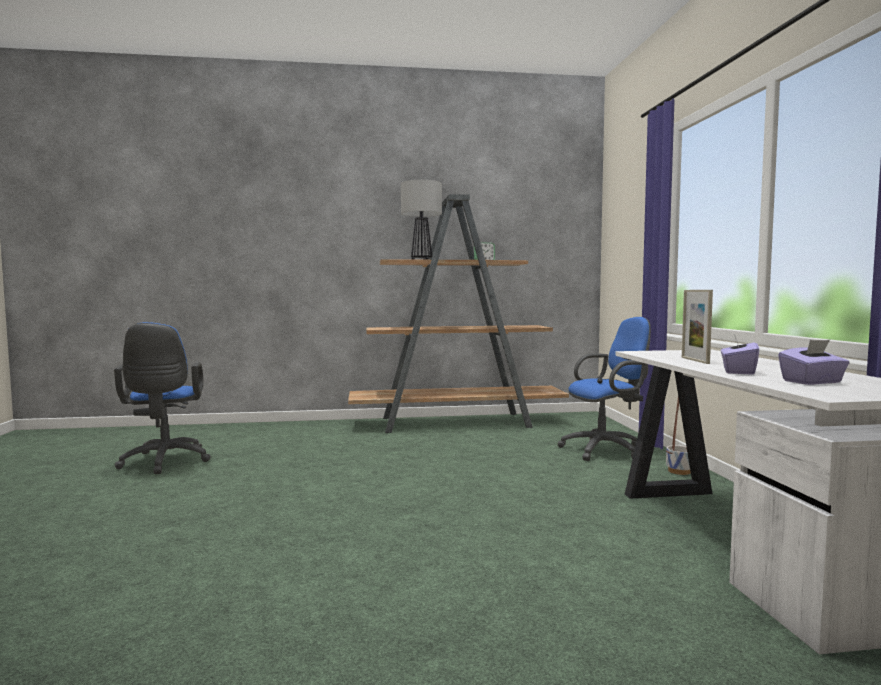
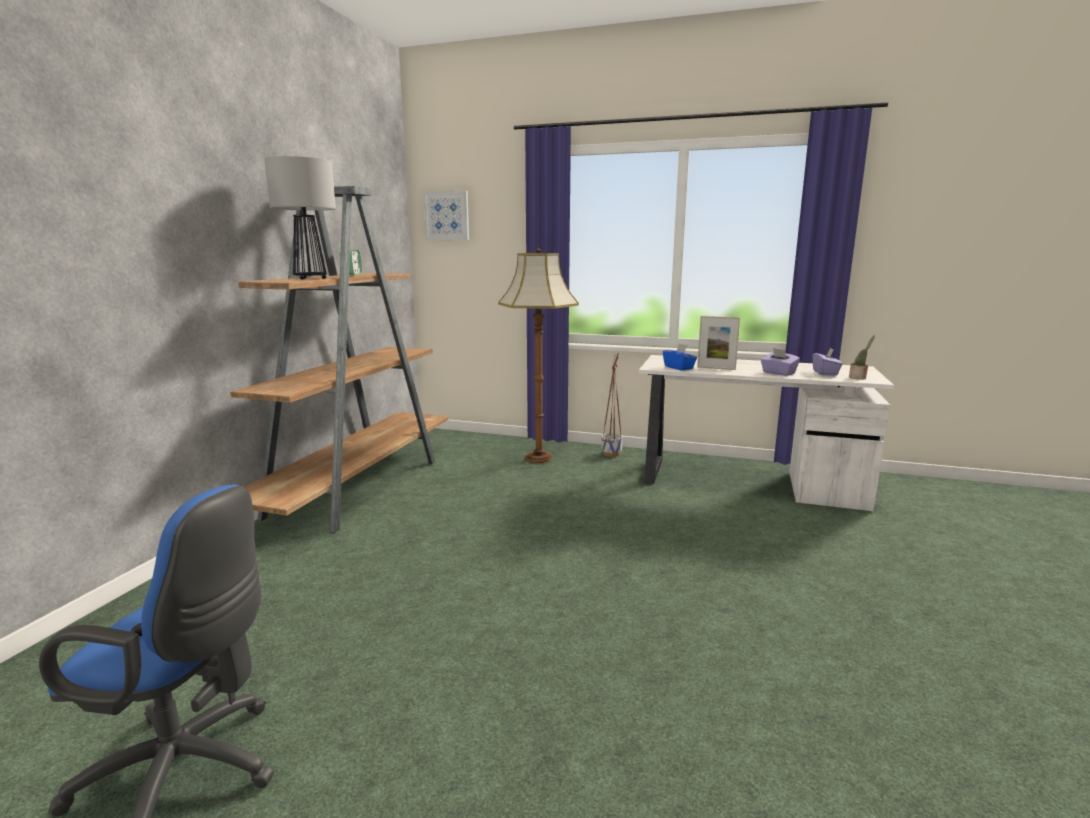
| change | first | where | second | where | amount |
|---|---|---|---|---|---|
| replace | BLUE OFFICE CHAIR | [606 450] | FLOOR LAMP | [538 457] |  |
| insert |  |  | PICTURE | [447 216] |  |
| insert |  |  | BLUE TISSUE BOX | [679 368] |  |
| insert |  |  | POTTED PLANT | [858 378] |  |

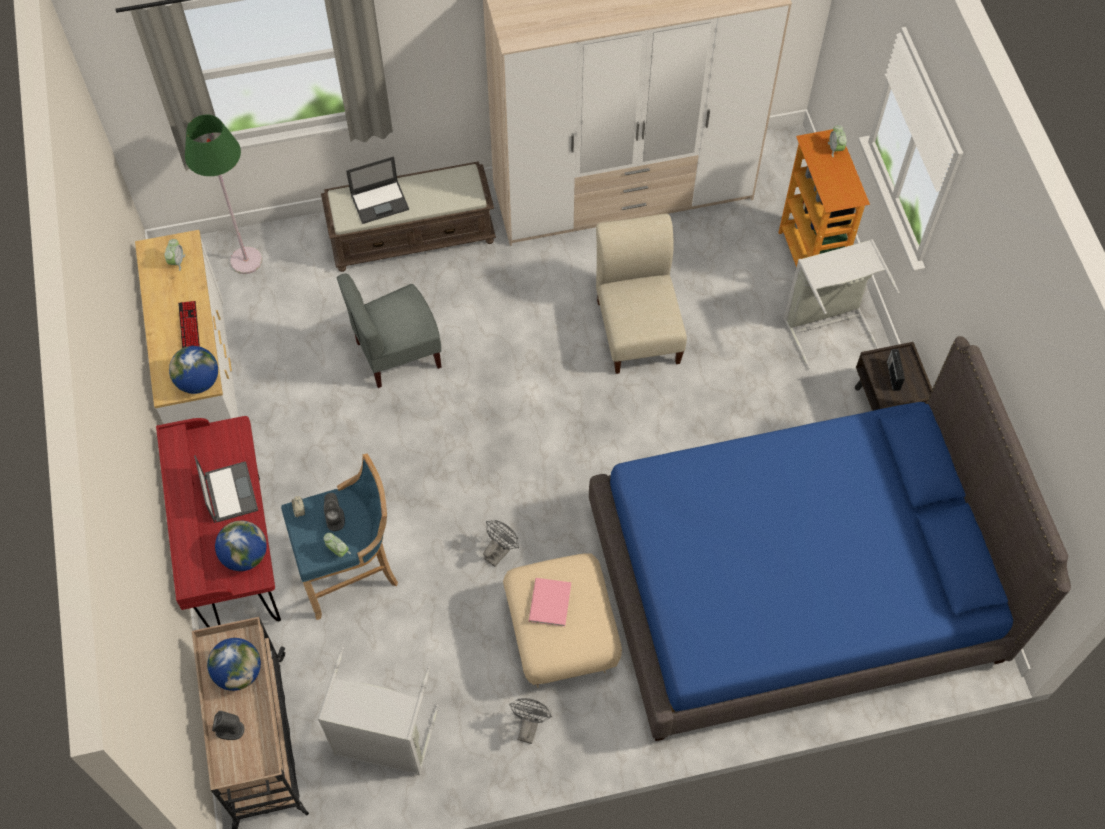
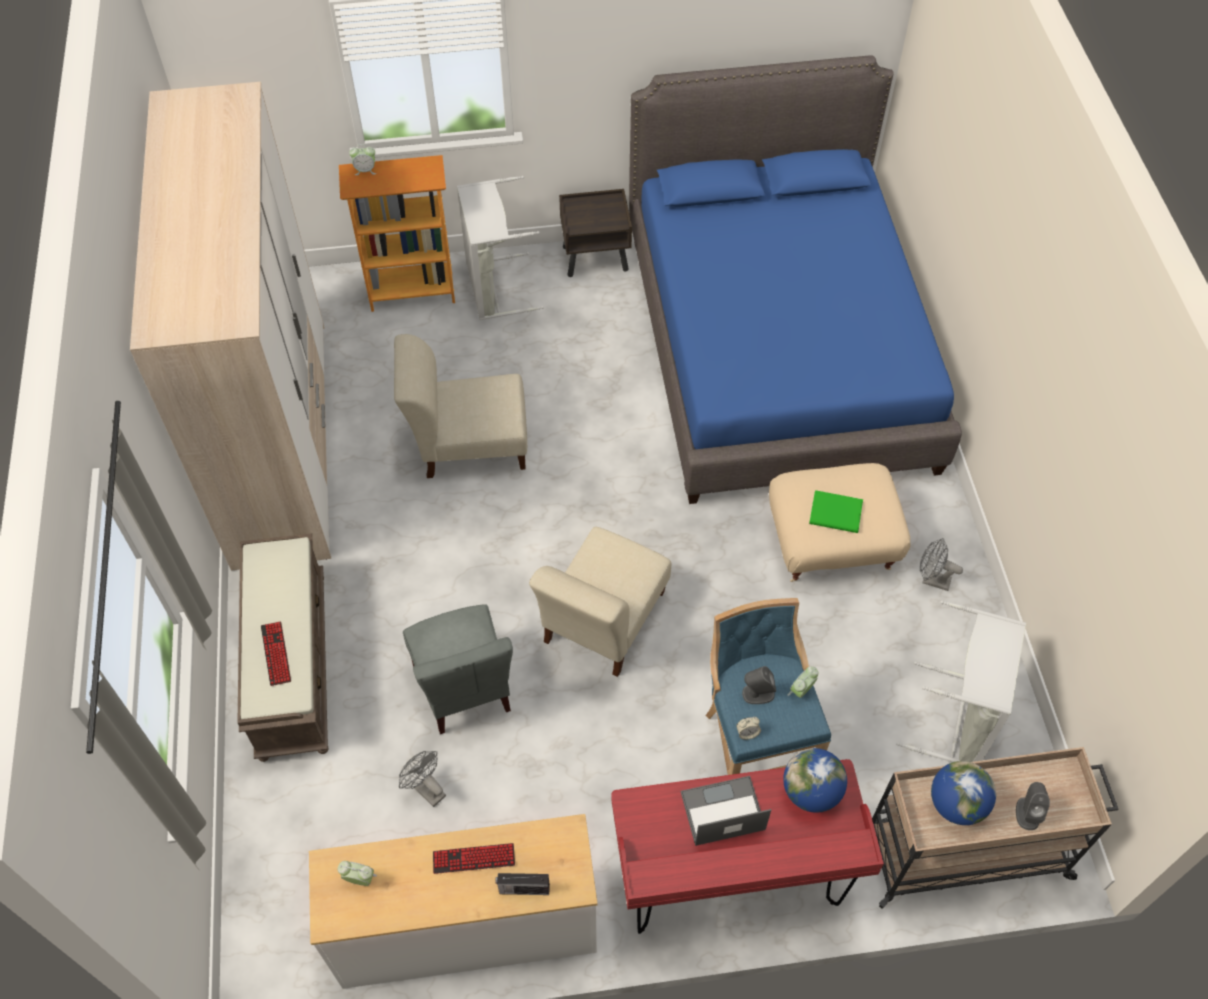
| change | first | where | second | where | amount |
|---|---|---|---|---|---|
| delete | GLOBE | [198 381] |  |  |  |
| delete | GREEN FLOOR LAMP | [246 260] |  |  |  |
| replace | LAPTOP | [380 201] | KEYBOARD | [276 654] |  |
| move | GREY FAN | [499 551] |  | [426 789] |  |
| recolor | PINK BOOK | [548 604] | GREEN BOOK | [837 514] |  |
| move | RADIO | [893 375] |  | [523 889] |  |
| insert |  |  | BEIGE CHAIR | [602 622] |  |

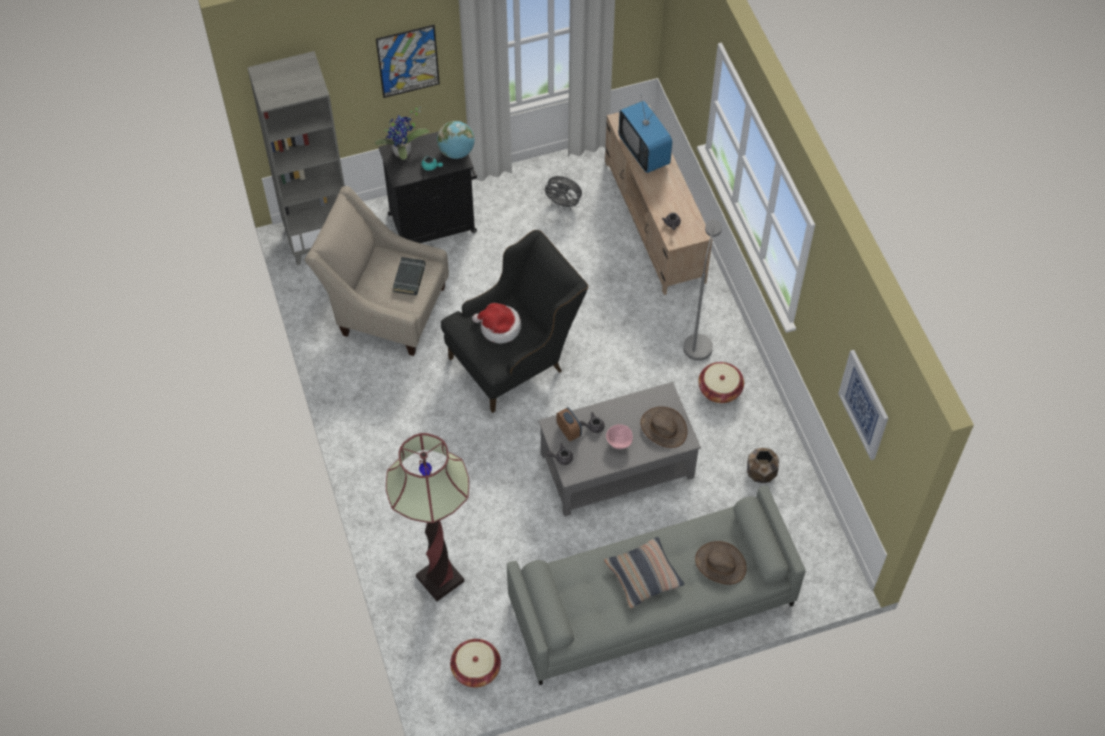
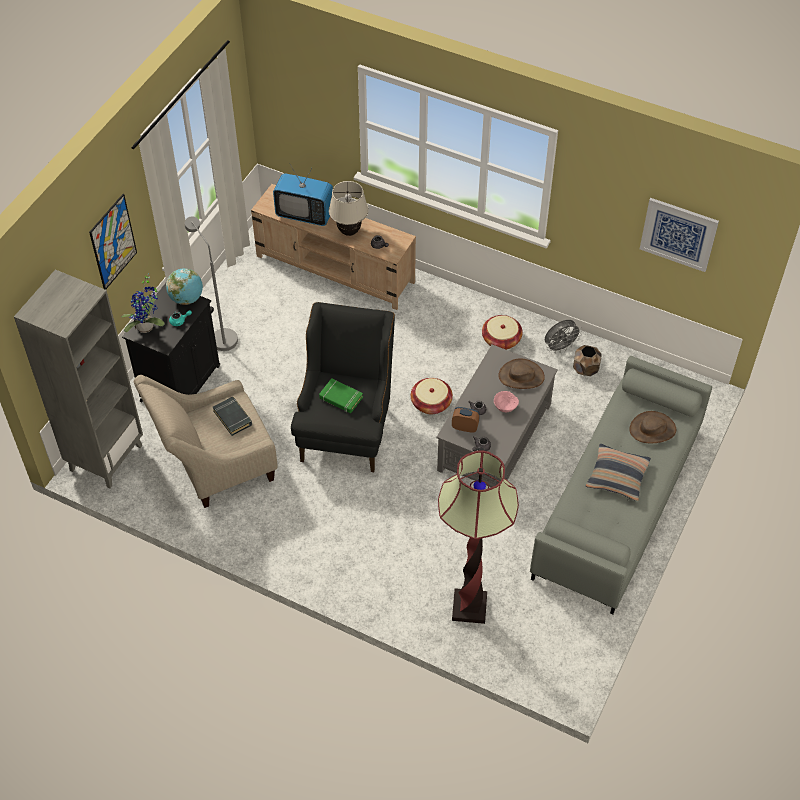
| change | first | where | second | where | amount |
|---|---|---|---|---|---|
| move | BASKET | [476 668] |  | [431 403] |  |
| replace | HAT | [499 327] | GREEN BOOK | [341 398] |  |
| move | GREY FAN | [563 204] |  | [560 347] |  |
| move | GREY FLOOR LAMP | [698 341] |  | [220 336] |  |
| insert |  |  | BEIGE TABLE LAMP | [349 232] |  |

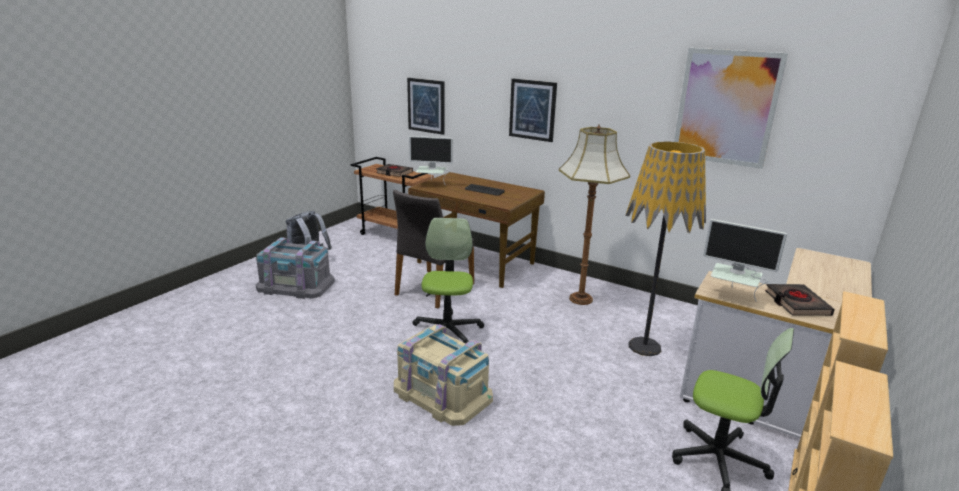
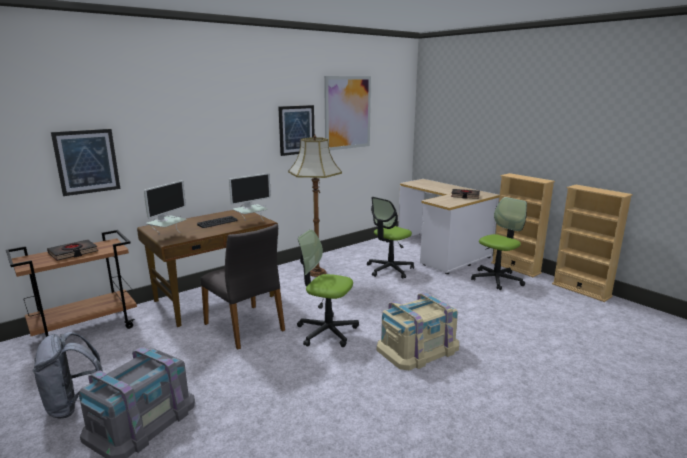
| change | first | where | second | where | amount |
|---|---|---|---|---|---|
| move | PICTURE | [532 110] |  | [296 130] |  |
| replace | FLOOR LAMP | [644 346] | OFFICE CHAIR | [389 269] |  |
| move | MONITOR | [732 296] |  | [251 223] |  |

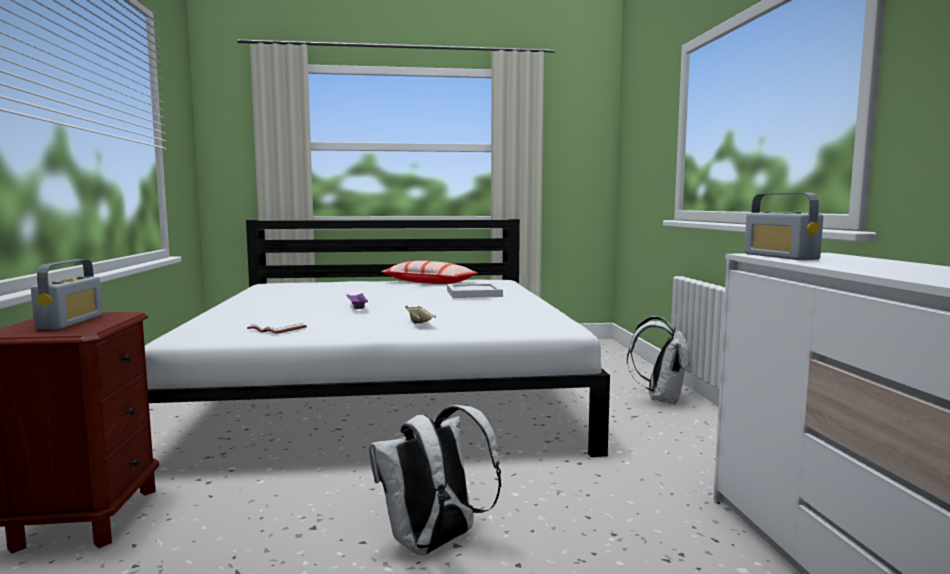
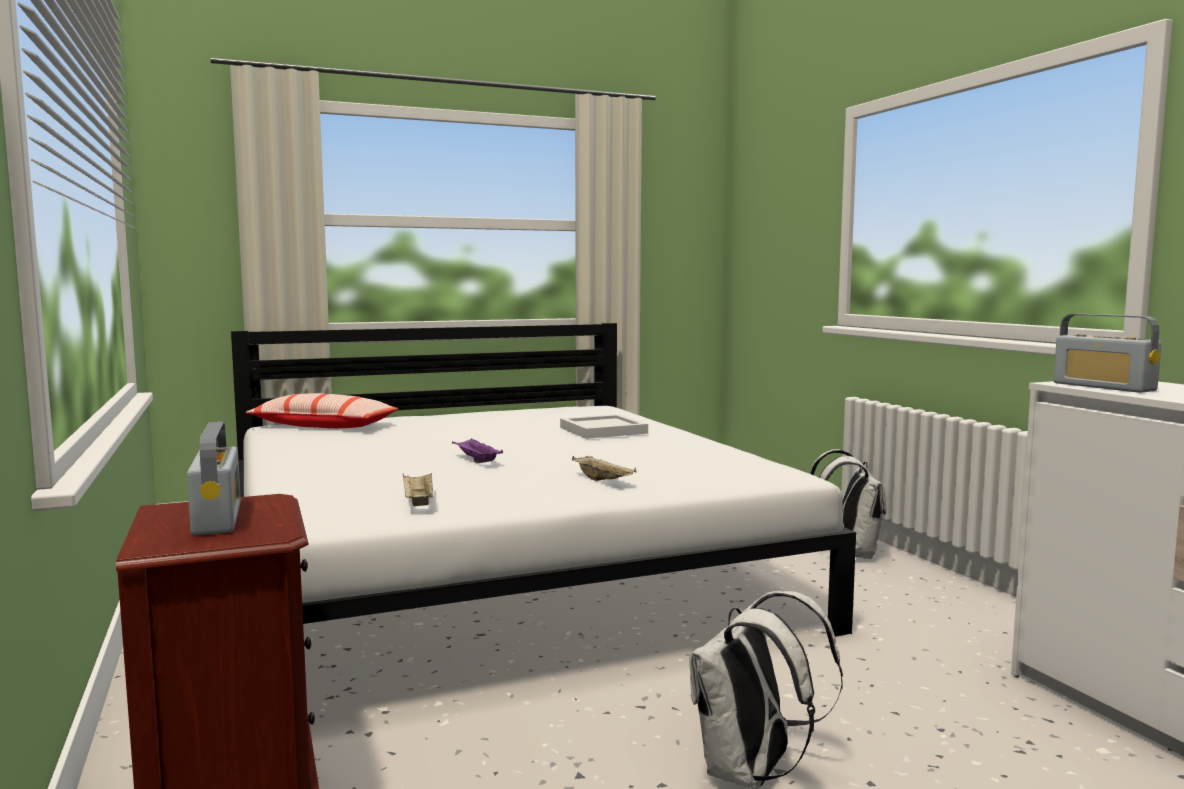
| change | first | where | second | where | amount |
|---|---|---|---|---|---|
| replace | WHITE BOOK | [275 329] | BEIGE TRAY | [418 502] |  |
| move | PILLOW | [429 282] |  | [324 426] |  |

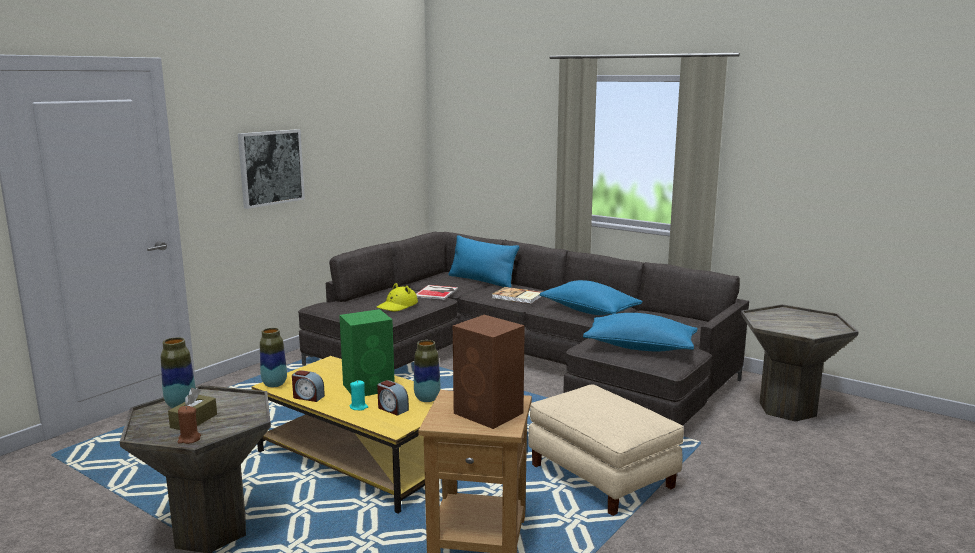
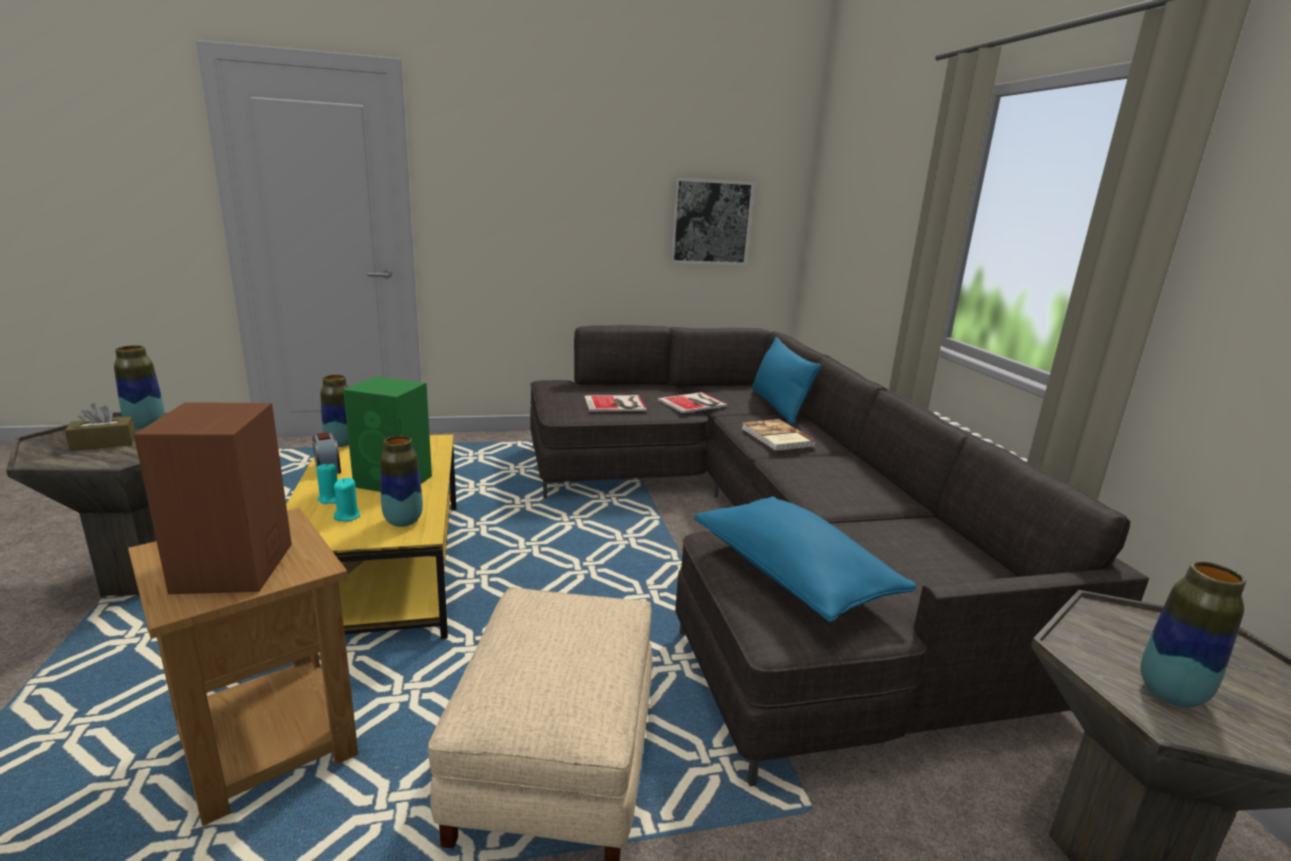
| change | first | where | second | where | amount |
|---|---|---|---|---|---|
| delete | BROWN CANDLE | [189 439] |  |  |  |
| move | PICTURE | [271 167] |  | [710 222] |  |
| replace | YELLOW HAT | [397 306] | BOOK | [616 404] |  |
| replace | ALARM CLOCK | [392 409] | TURQUOISE CANDLE | [347 516] |  |
| delete | BLUE PILLOW | [589 311] |  |  |  |
| insert |  |  | VASE | [1170 693] |  |

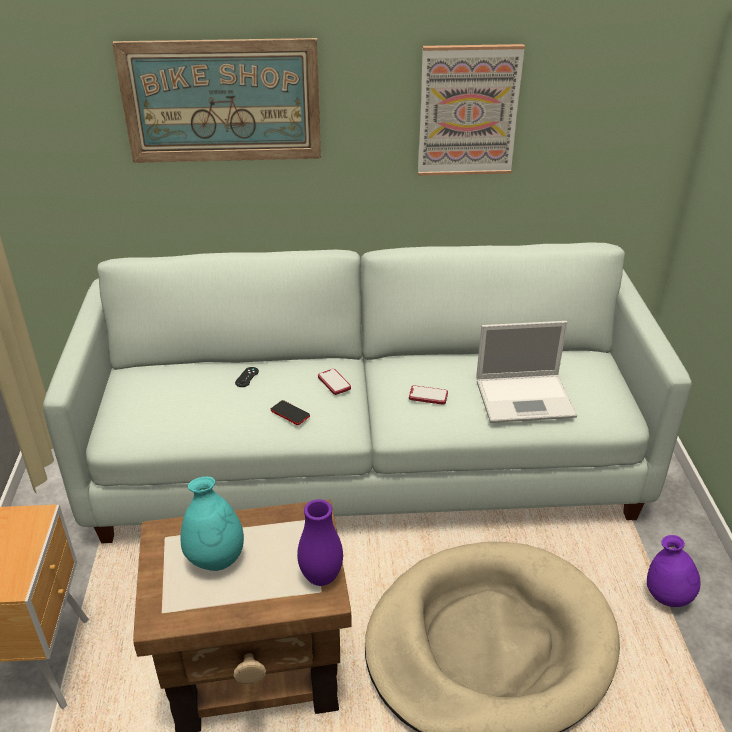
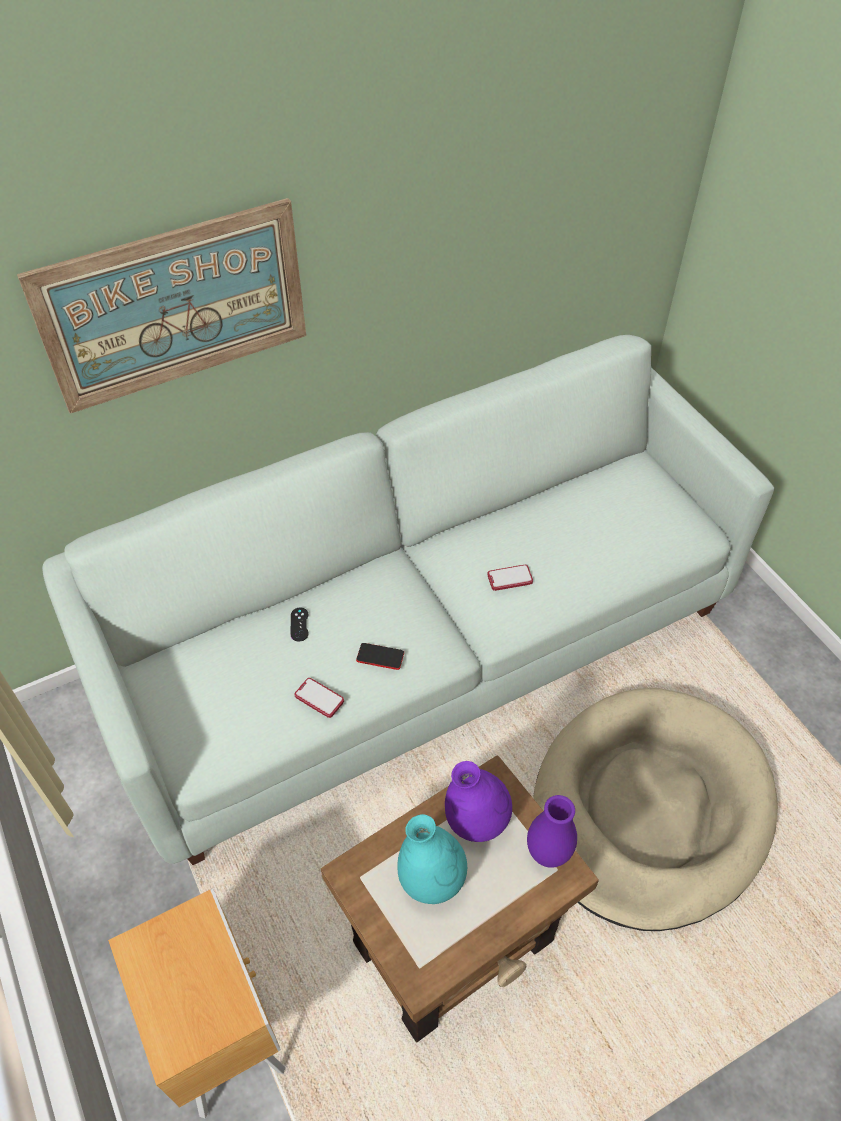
| change | first | where | second | where | amount |
|---|---|---|---|---|---|
| move | PHONE | [334 382] |  | [319 698] |  |
| delete | PICTURE | [468 111] |  |  |  |
| delete | LAPTOP | [526 398] |  |  |  |
| move | PURPLE VASE | [667 597] |  | [476 821] |  |

